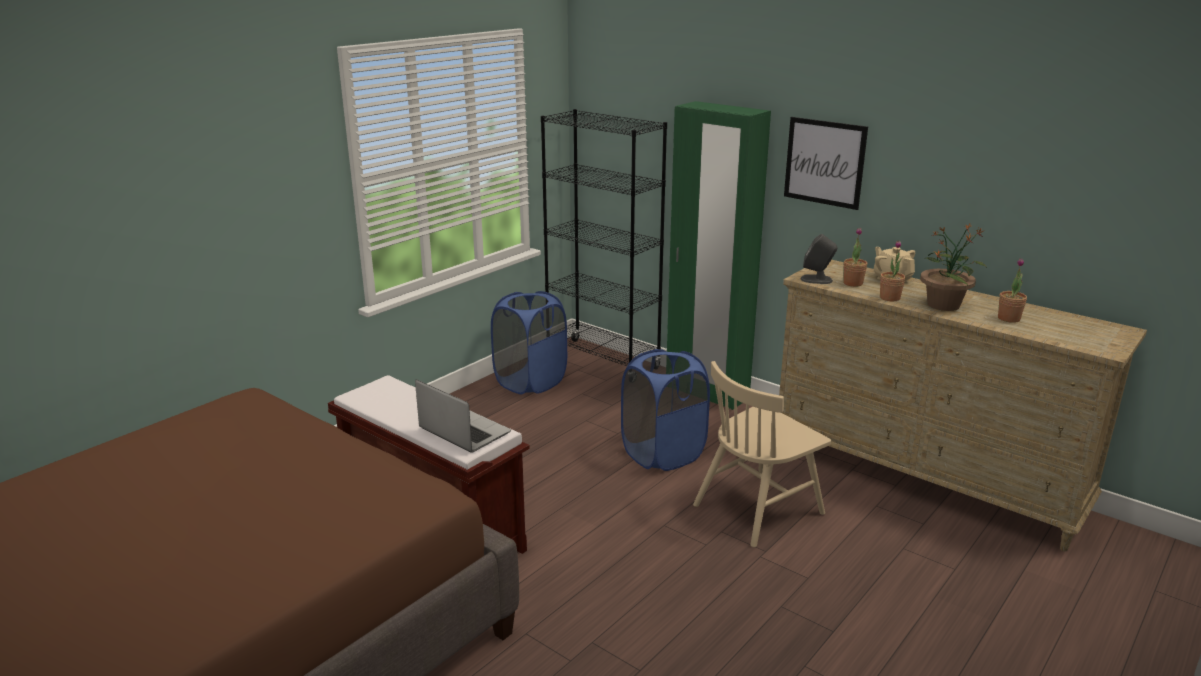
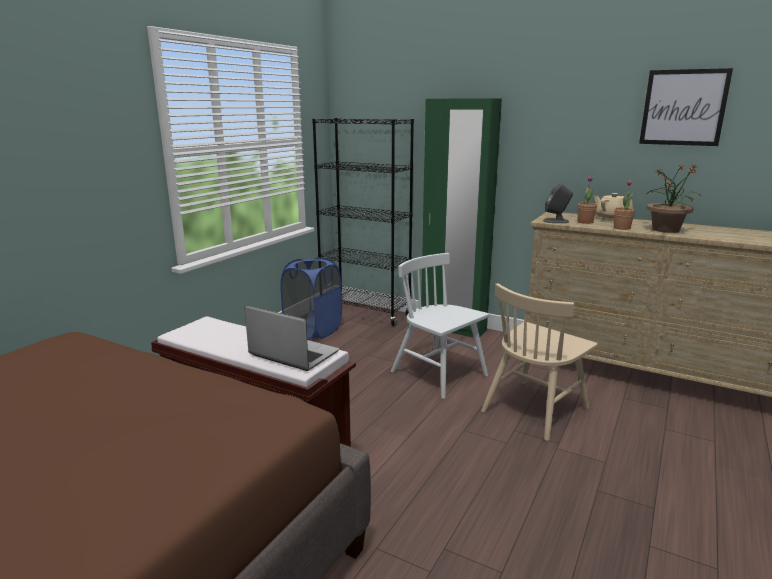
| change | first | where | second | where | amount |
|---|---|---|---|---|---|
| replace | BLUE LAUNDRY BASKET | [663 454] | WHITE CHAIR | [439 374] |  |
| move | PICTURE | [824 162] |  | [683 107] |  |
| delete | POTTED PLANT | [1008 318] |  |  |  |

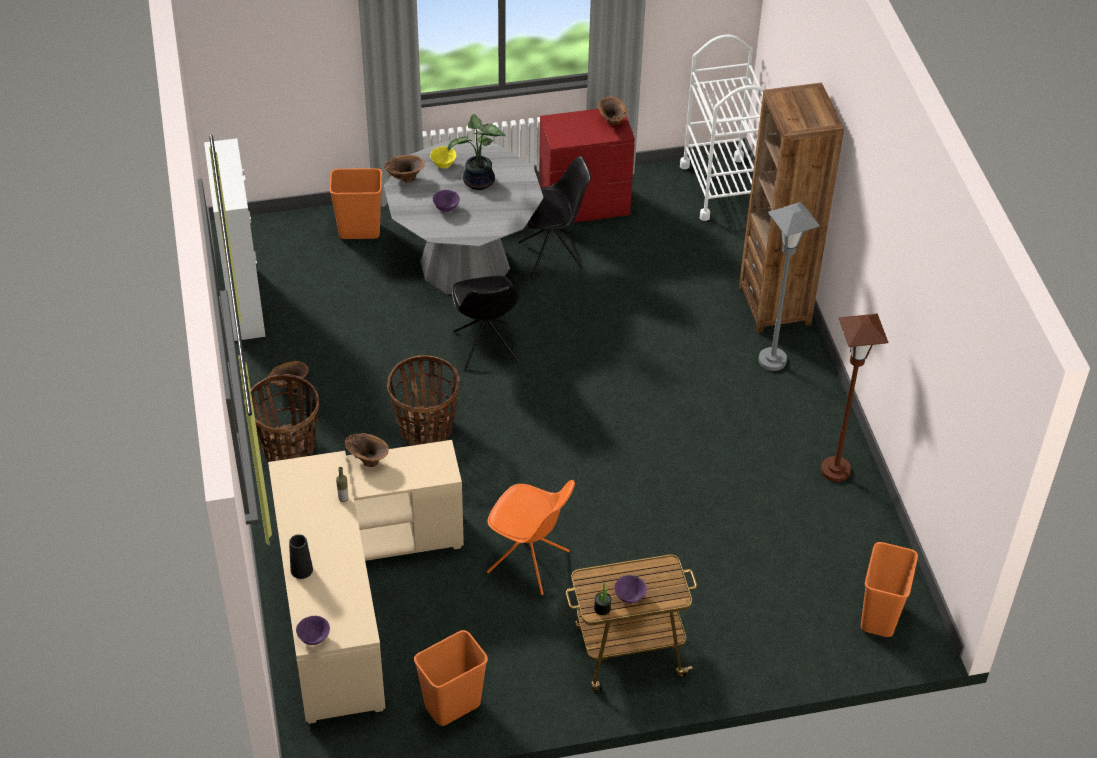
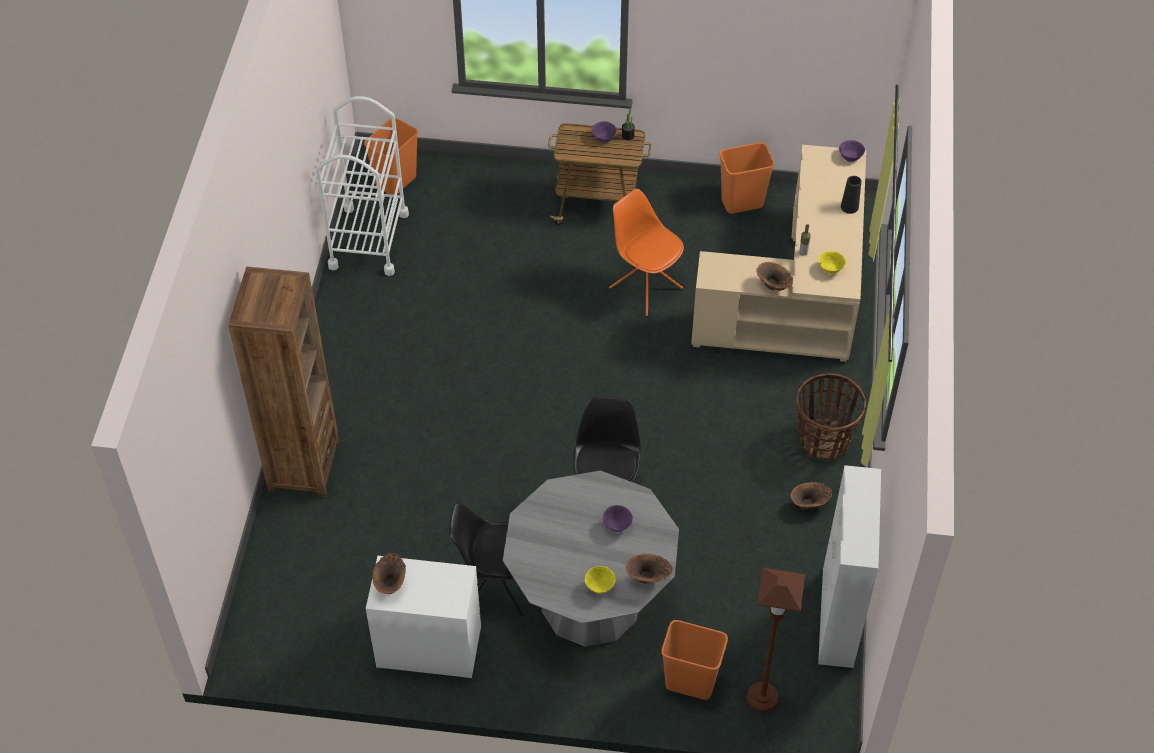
| change | first | where | second | where | amount |
|---|---|---|---|---|---|
| delete | BASKET | [426 428] |  |  |  |
| delete | POTTED PLANT | [478 182] |  |  |  |
| recolor | RED DRESSER | [584 205] | WHITE DRESSER | [428 647] |  |
| move | WHITE CART | [722 188] |  | [368 240] |  |
| delete | GREY FLOOR LAMP | [772 360] |  |  |  |
| move | BROWN FLOOR LAMP | [835 470] |  | [762 698] |  |
| insert |  |  | YELLOW BOWL | [830 269] |  |

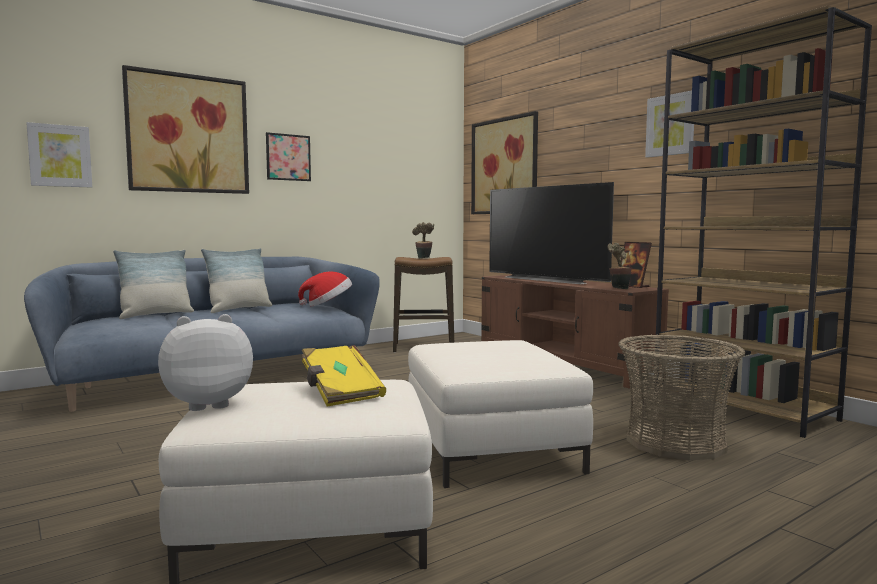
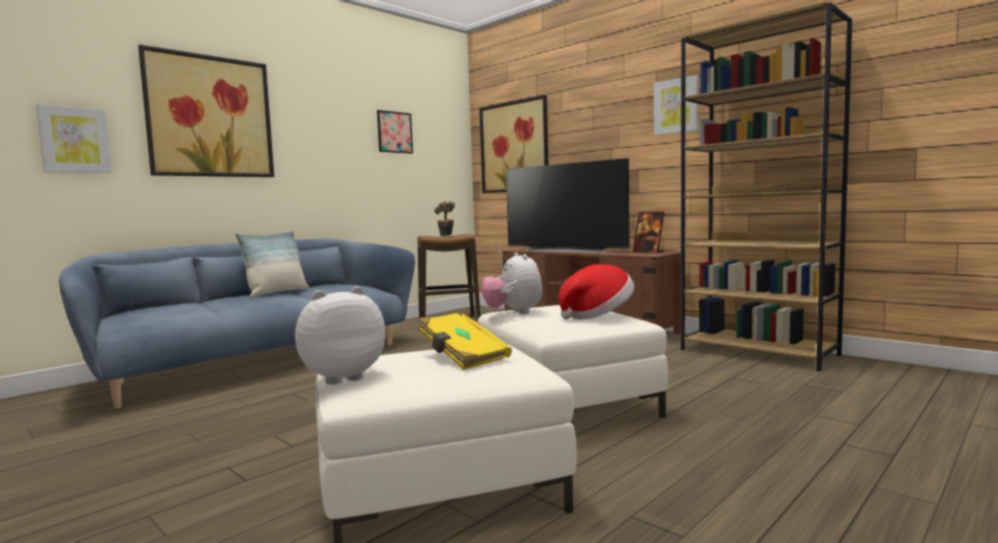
| change | first | where | second | where | amount |
|---|---|---|---|---|---|
| delete | PILLOW | [156 315] |  |  |  |
| move | PICTURE | [288 157] |  | [394 132] |  |
| move | HAT | [328 305] |  | [597 315] |  |
| delete | POTTED PLANT | [618 288] |  |  |  |
| delete | BASKET | [675 442] |  |  |  |
| insert |  |  | PLUSH TOY | [513 313] |  |

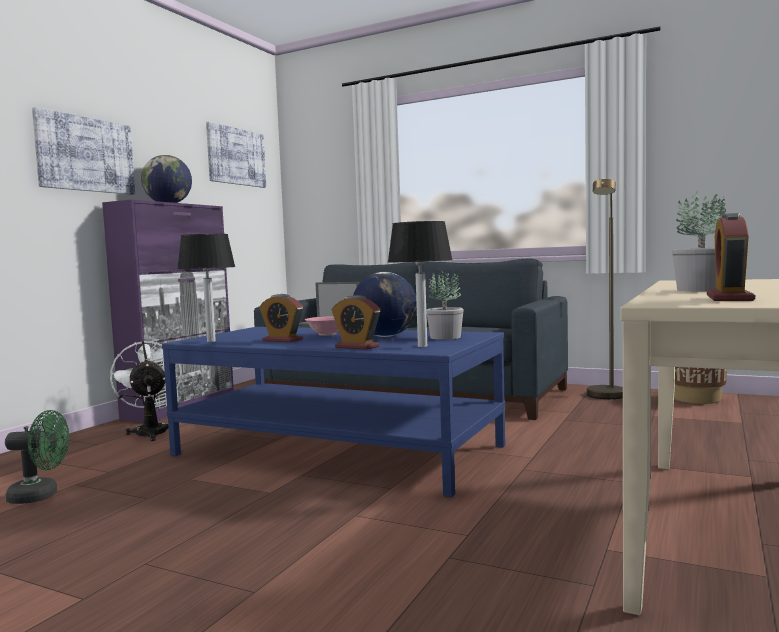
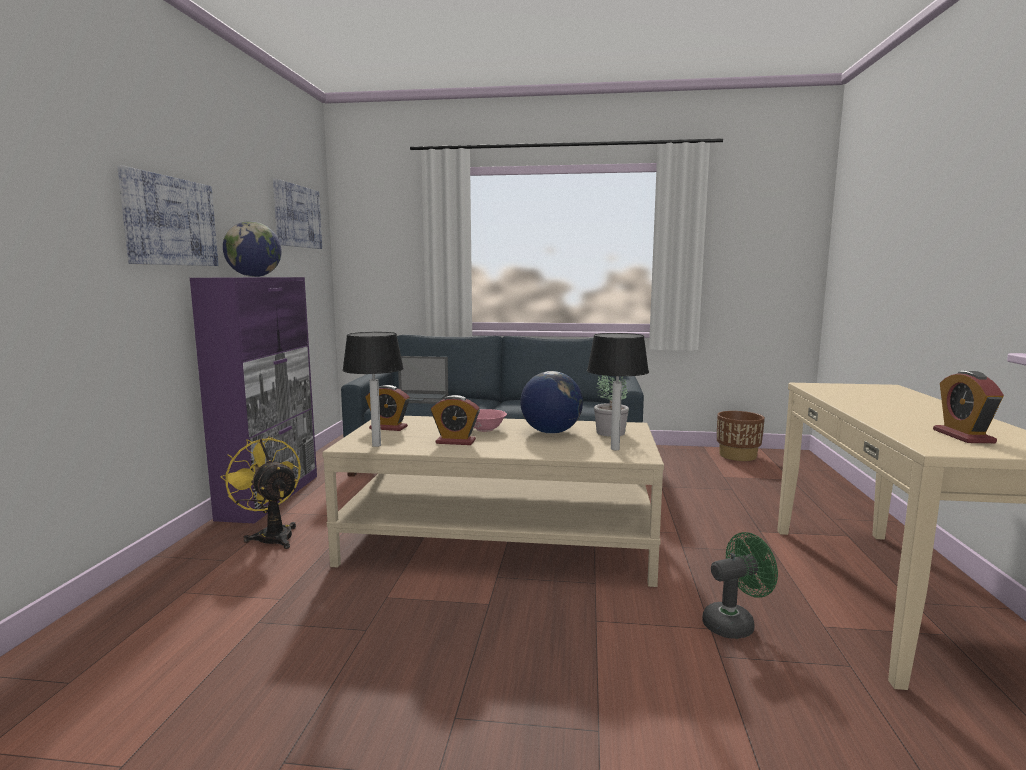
| change | first | where | second | where | amount |
|---|---|---|---|---|---|
| move | GREEN FAN | [41 496] |  | [734 623] |  |
| recolor | WHITE FAN | [151 432] | YELLOW FAN | [272 535] |  |
| recolor | BLUE COFFEE TABLE | [337 450] | BEIGE COFFEE TABLE | [500 542] |  |
| move | ALARM CLOCK | [357 347] |  | [388 427] |  |
| delete | BROWN FLOOR LAMP | [606 397] |  |  |  |
| delete | POTTED PLANT | [701 290] |  |  |  |

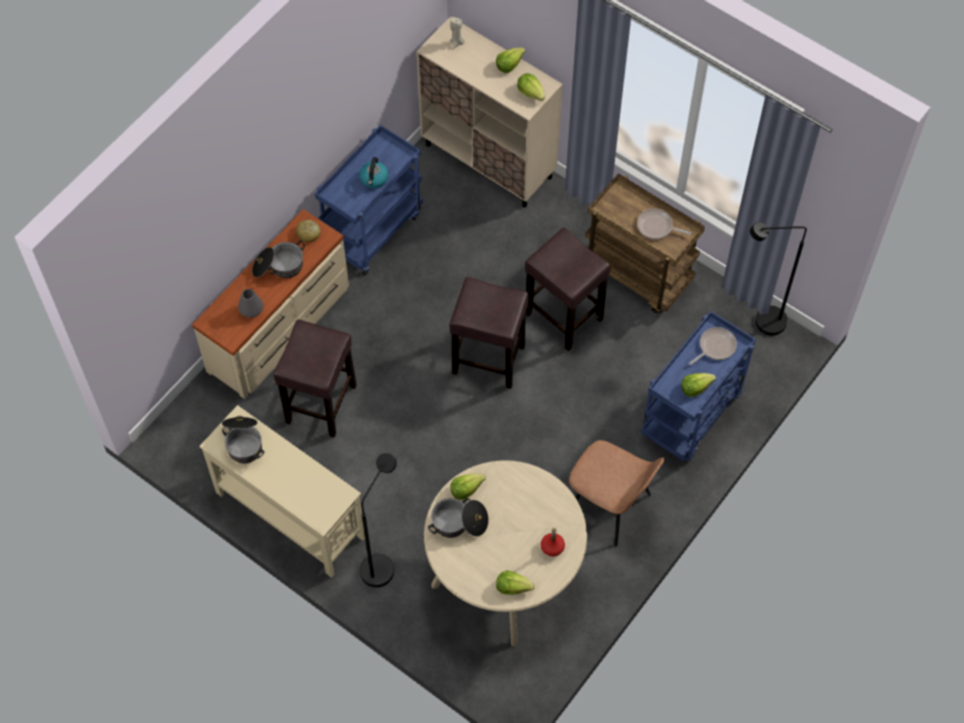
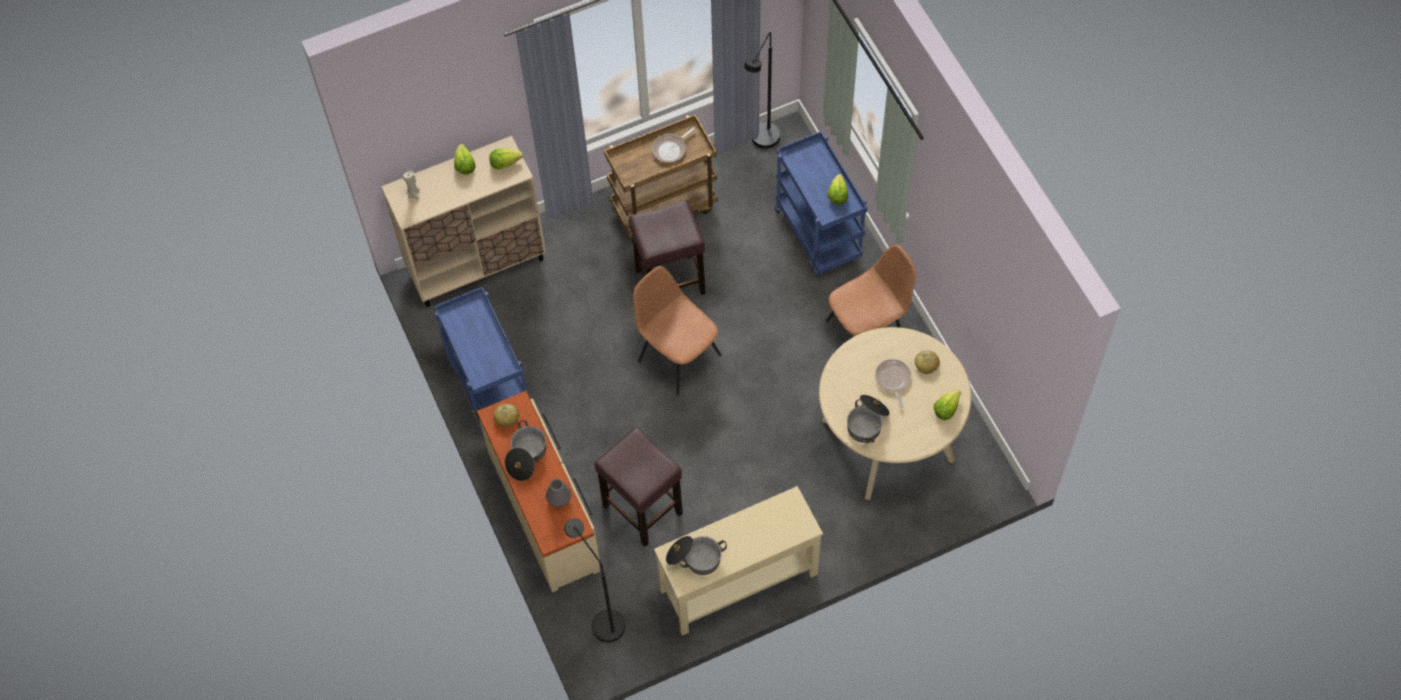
| change | first | where | second | where | amount |
|---|---|---|---|---|---|
| delete | KETTLE | [374 179] |  |  |  |
| move | BLACK FLOOR LAMP | [381 563] |  | [603 619] |  |
| replace | BROWN STOOL | [490 359] | BROWN CHAIR | [678 356] |  |
| delete | LETTUCE | [466 489] |  |  |  |
| replace | RED BOTTLE | [552 548] | BREAD | [926 364] |  |
| move | FRYING PAN | [715 347] |  | [893 379] |  |

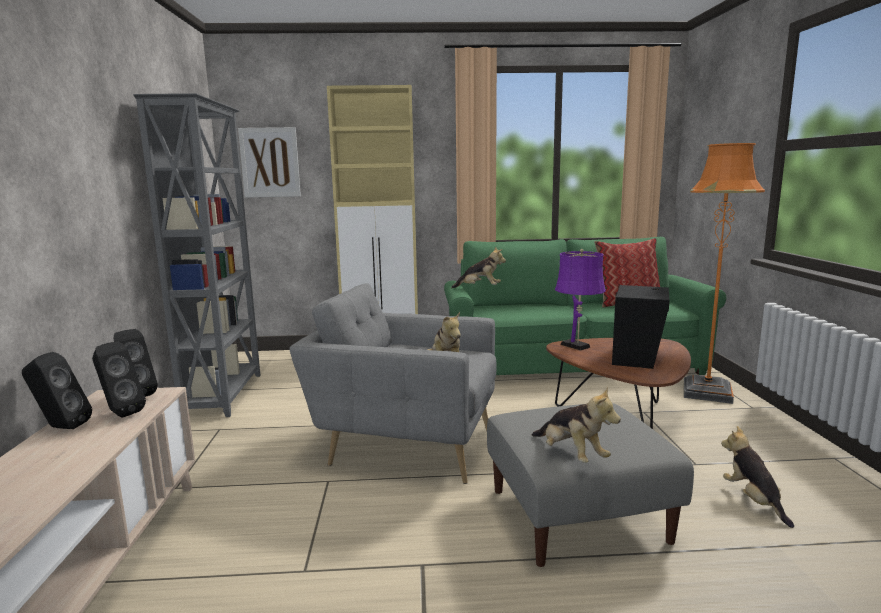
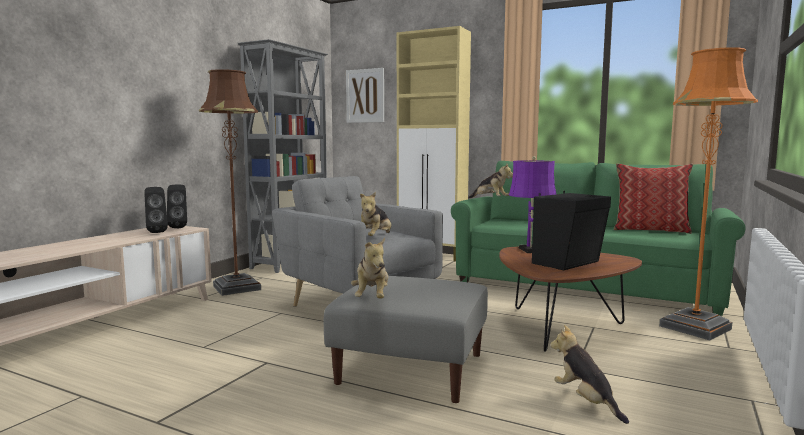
| change | first | where | second | where | amount |
|---|---|---|---|---|---|
| delete | BLACK SPEAKER | [60 427] |  |  |  |
| rotate | PLUSH TOY | [753 500] |  | [586 401] | 45 degrees counterclockwise |
| insert |  |  | BROWN FLOOR LAMP | [236 288] |  |

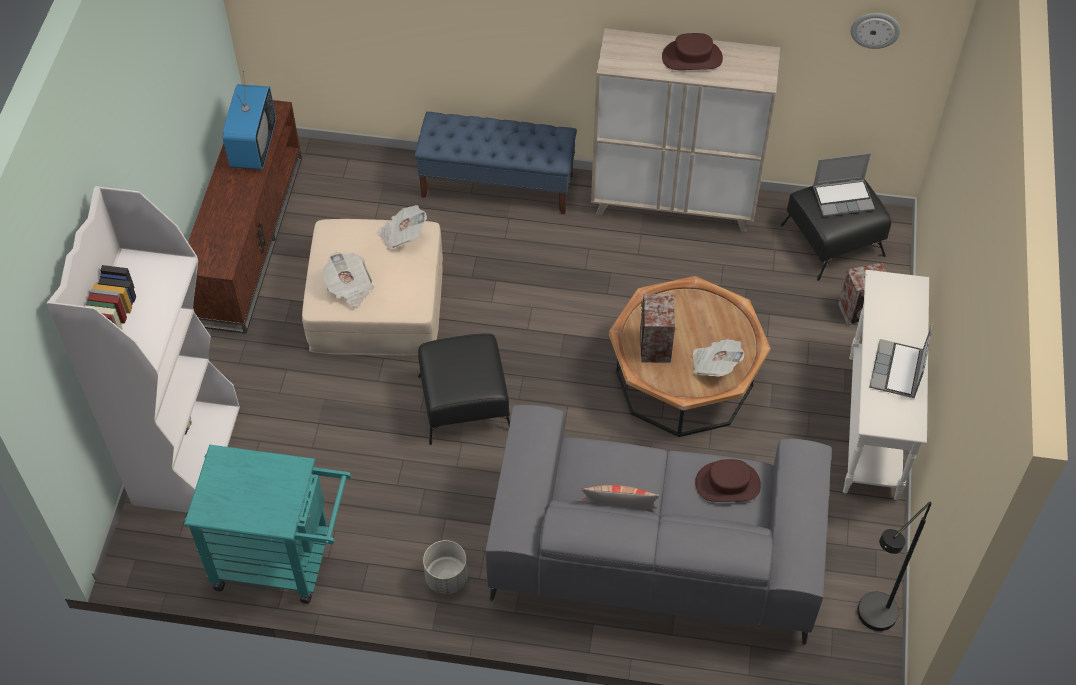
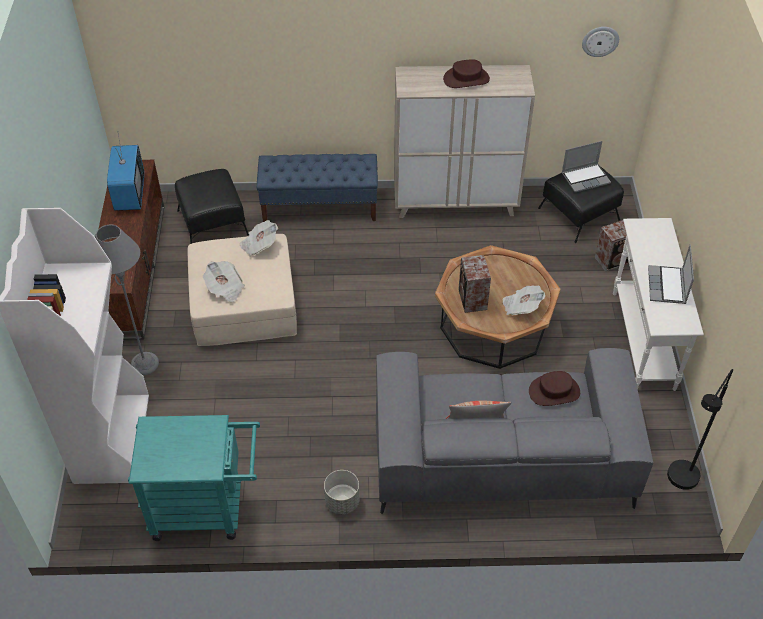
| change | first | where | second | where | amount |
|---|---|---|---|---|---|
| move | BLACK OTTOMAN | [465 402] |  | [213 222] |  |
| insert |  |  | GREY FLOOR LAMP | [144 363] |  |

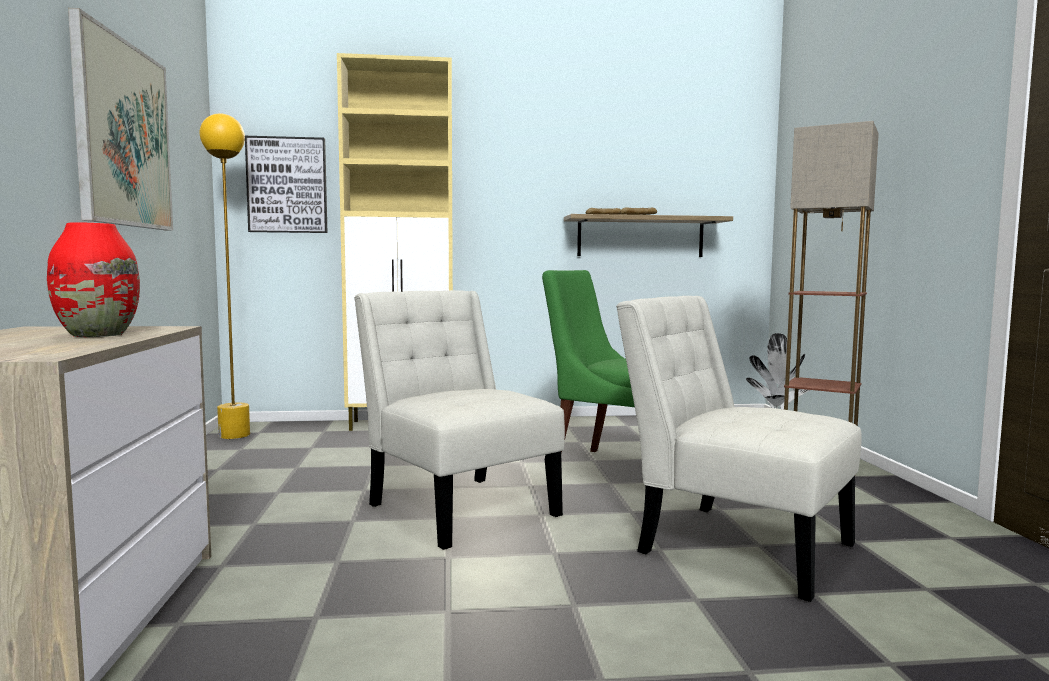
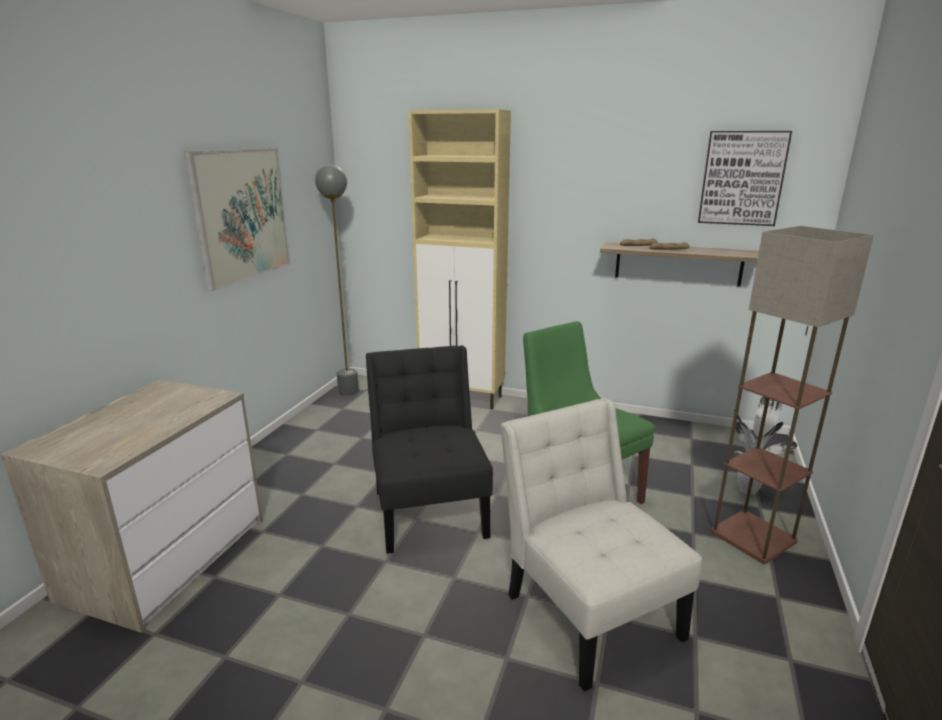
| change | first | where | second | where | amount |
|---|---|---|---|---|---|
| delete | RED VASE | [97 335] |  |  |  |
| recolor | YELLOW FLOOR LAMP | [234 435] | GREY FLOOR LAMP | [348 391] |  |
| move | PICTURE | [287 185] |  | [742 178] |  |
| recolor | WHITE CHAIR | [458 507] | BLACK CHAIR | [429 509] |  |

